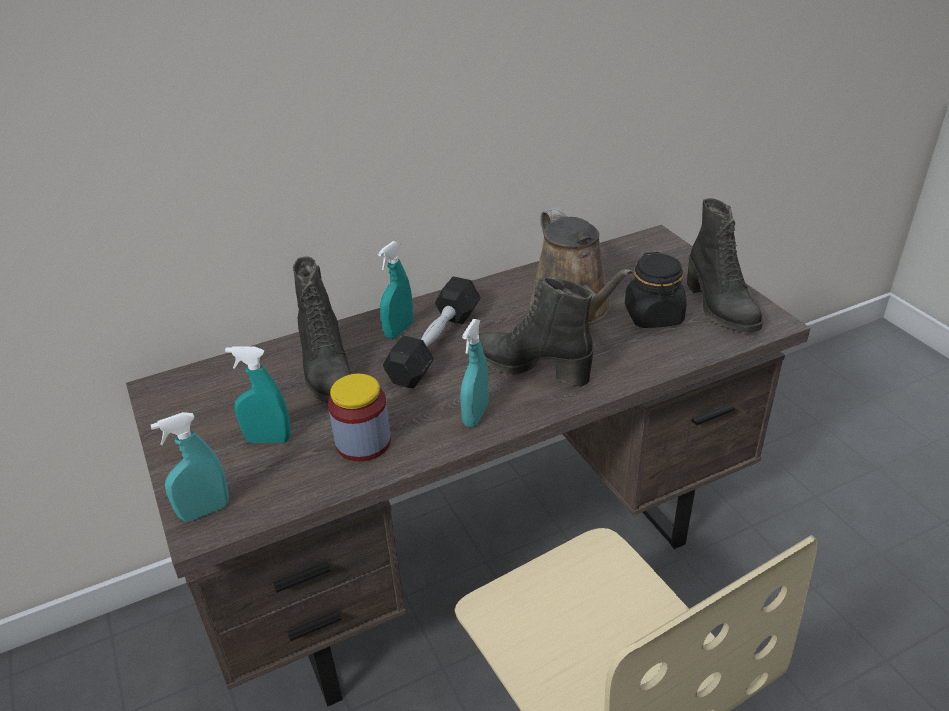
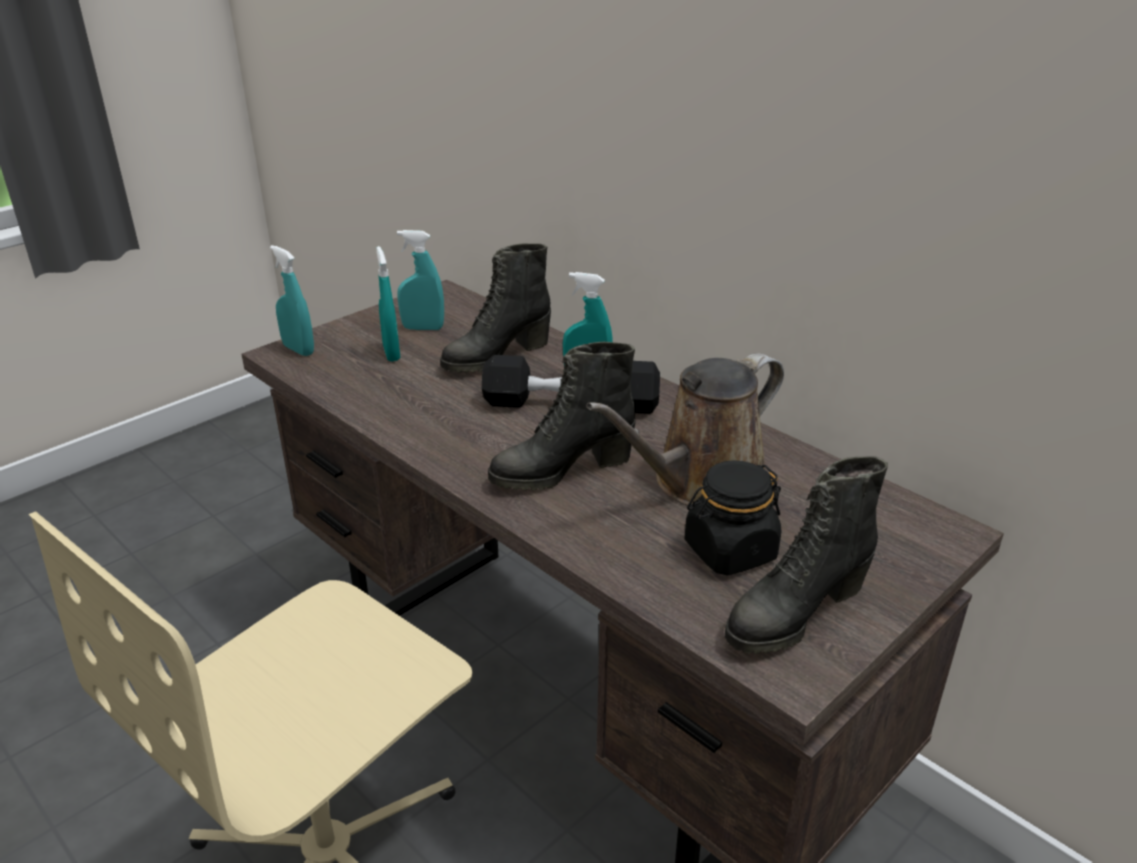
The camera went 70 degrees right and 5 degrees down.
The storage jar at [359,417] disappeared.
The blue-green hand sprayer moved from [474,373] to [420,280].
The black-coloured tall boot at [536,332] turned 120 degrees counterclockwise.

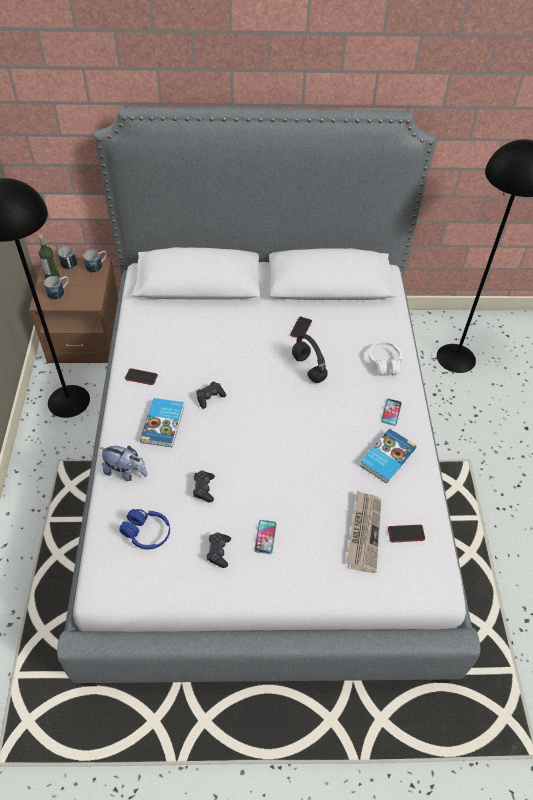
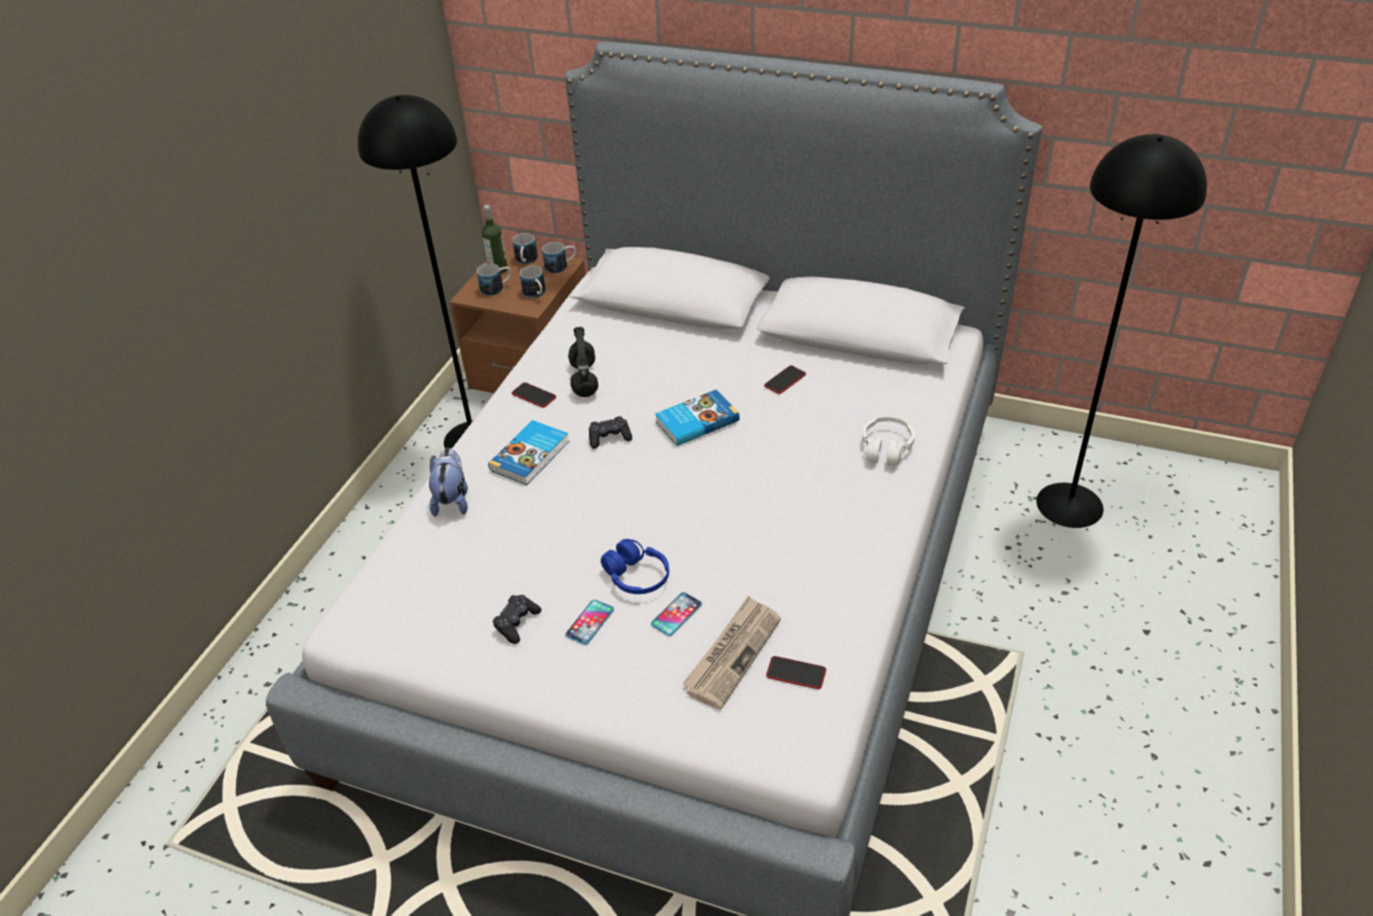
The camera went 25 degrees right and 10 degrees down.
The black-coloured gamepad at [204,486] disappeared.
The coffee mug at [533,282] appeared.
The blue headphones moved from [144,529] to [635,566].
The black-coloured headphones moved from [310,358] to [583,362].
The bound book moved from [387,455] to [697,418].
The phone moved from [391,412] to [676,614].
The soft toy at [123,463] turned 135 degrees counterclockwise.

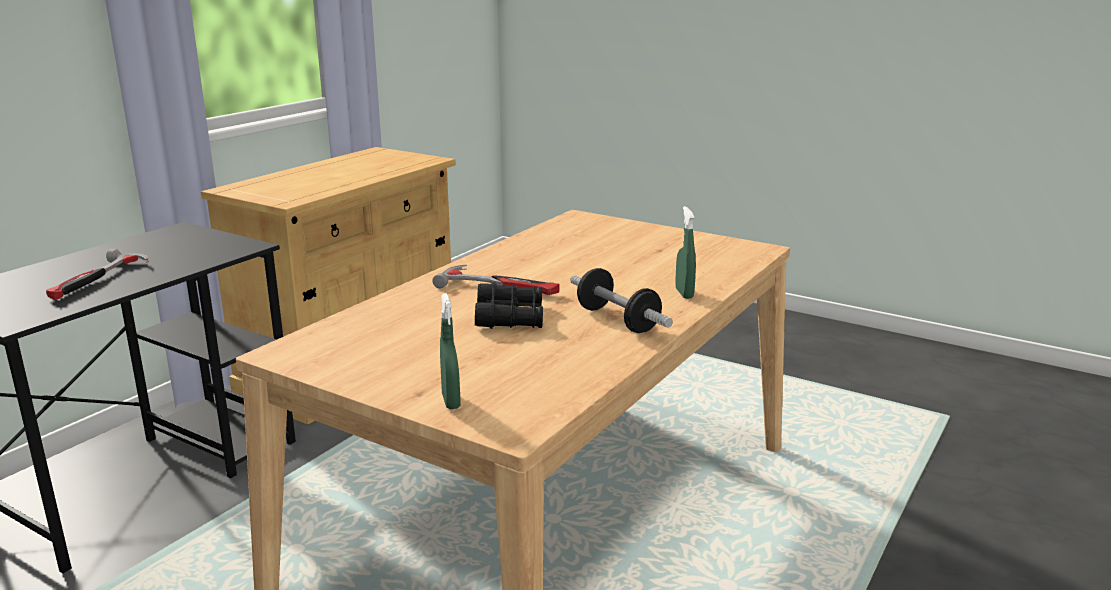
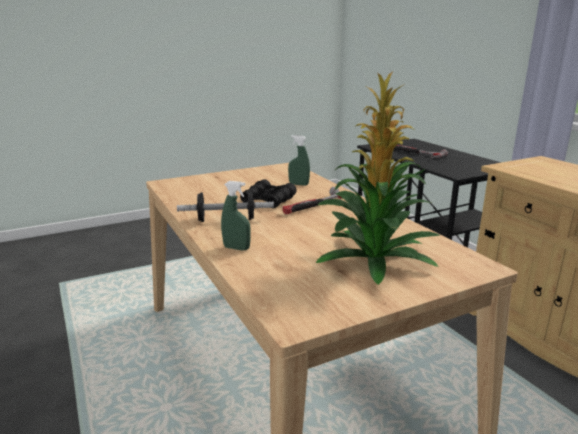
The camera went 120 degrees right and 0 degrees up.
The potted plant at [377,178] appeared.
The green-coloured hand sprayer moved from [450,351] to [299,160].

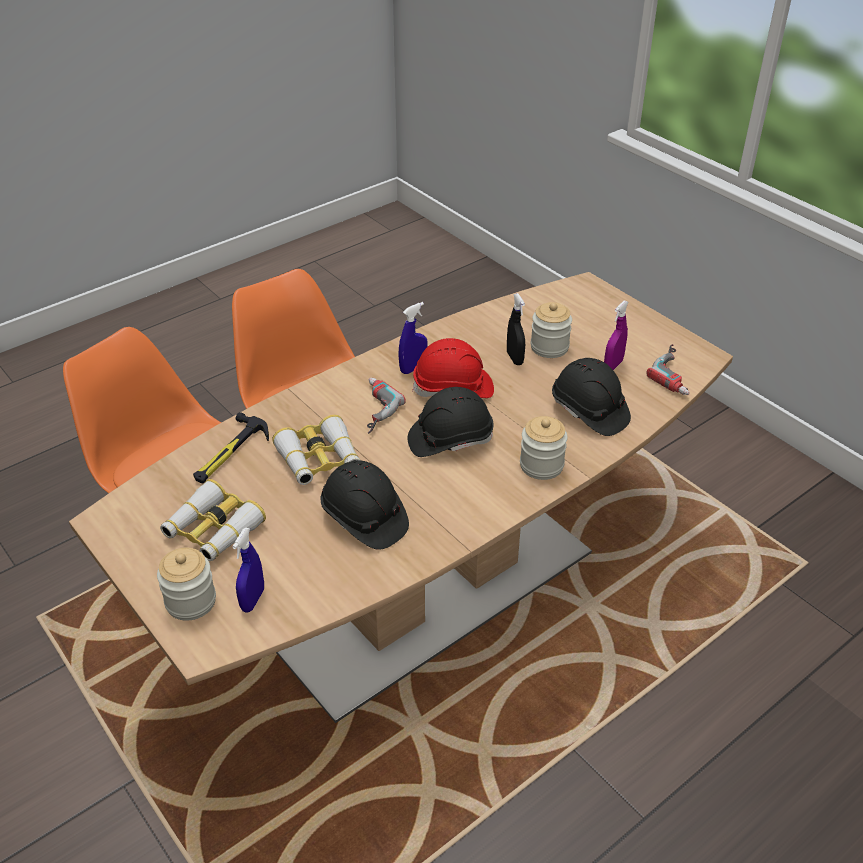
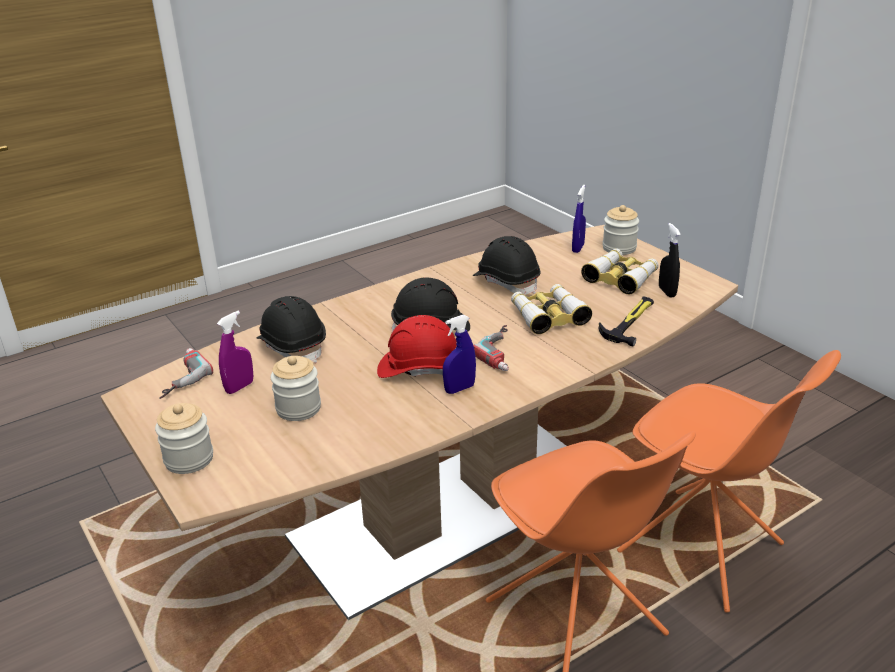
The camera went 175 degrees left and 10 degrees down.
The black-coloured hand sprayer moved from [516,329] to [670,260].
The storage jar moved from [544,448] to [184,438].

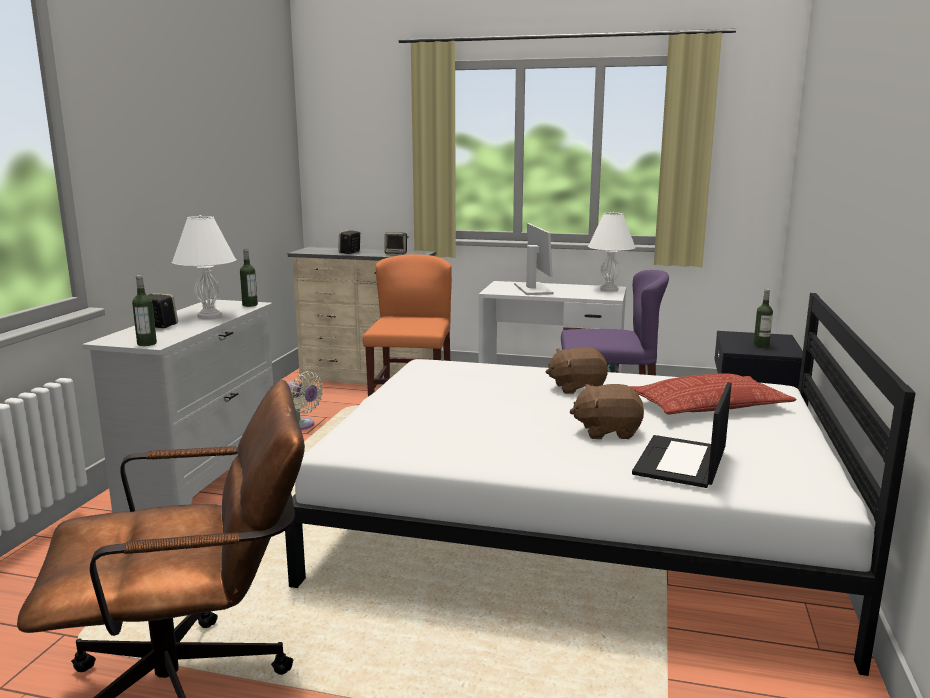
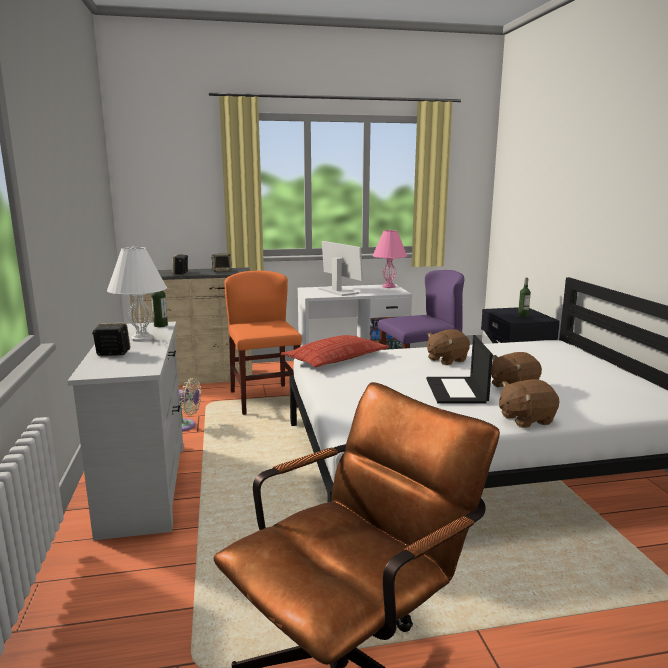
The camera went 25 degrees left and 0 degrees up.
The drink bottle at [144,310] disappeared.
The brownish soft toy at [529,403] appeared.
The throw pillow moved from [713,393] to [335,351].
The portable computer moved from [682,435] to [459,369].
The whitish tabletop lamp at [612,251] became the pink tabletop lamp at [389,259].

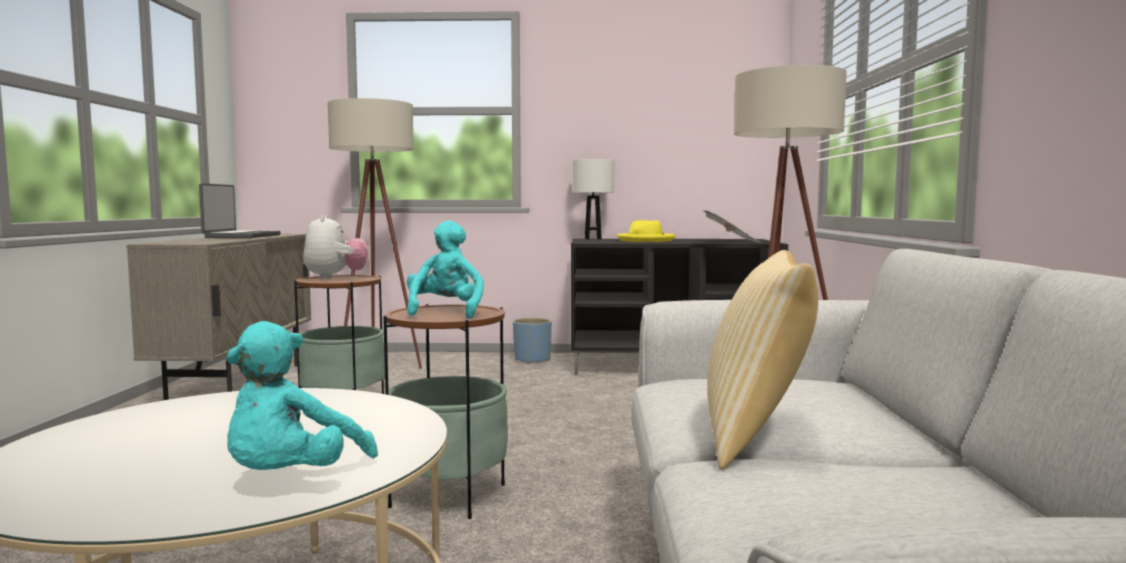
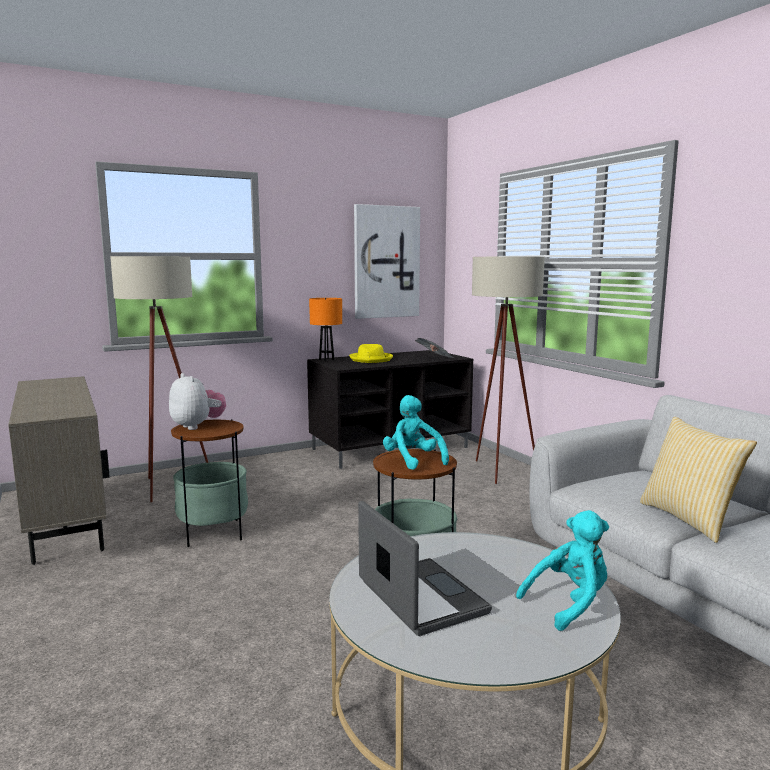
The camera went 30 degrees left and 5 degrees up.
The blue planter at [532,341] disappeared.
The wall picture at [387,261] appeared.
The portable computer moved from [240,210] to [425,568].
The whitish tabletop lamp at [593,199] became the orange-coloured tabletop lamp at [325,329].
The blue-green soft toy at [302,395] turned 105 degrees counterclockwise.

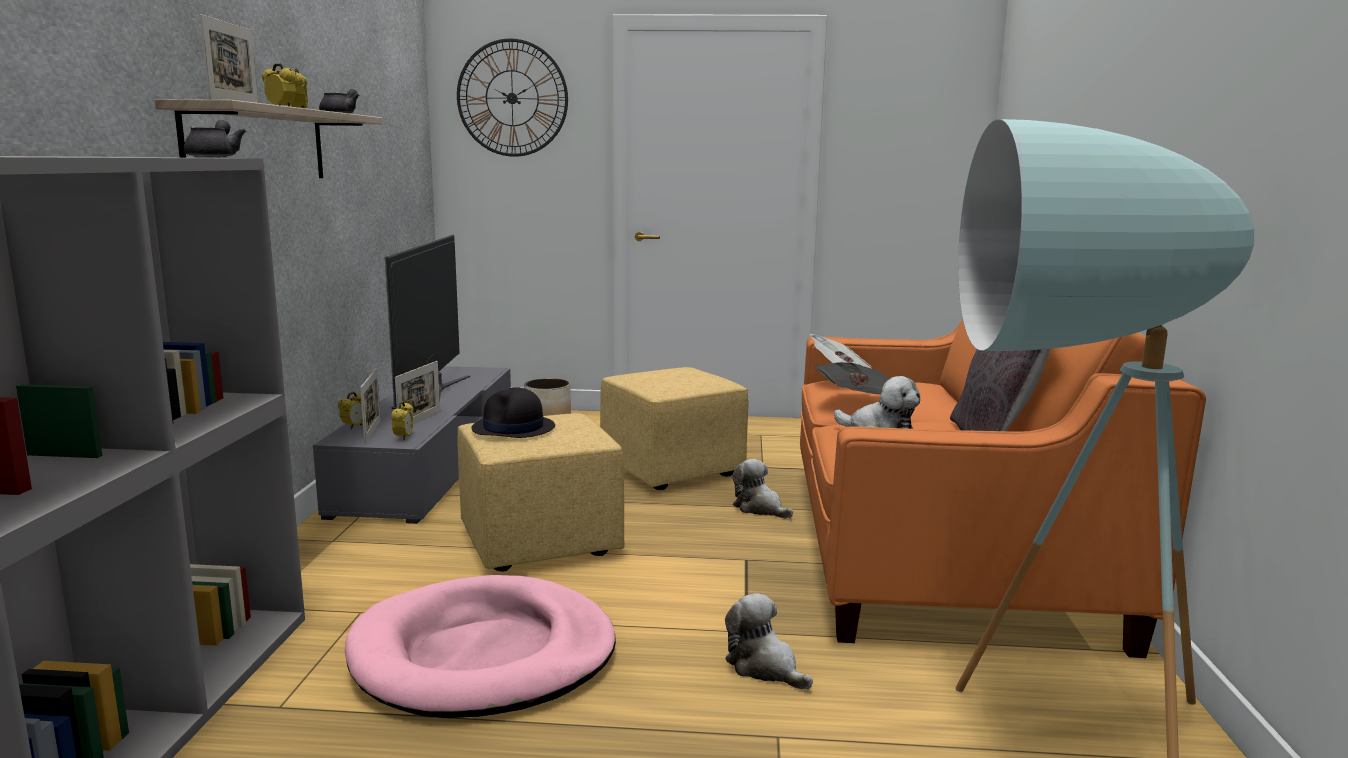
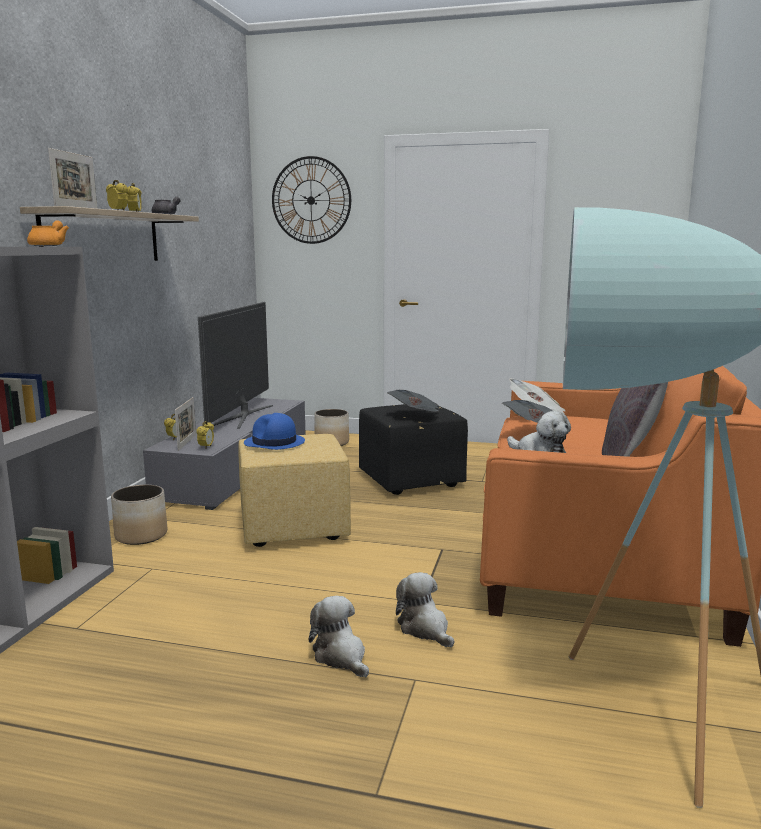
The camera went 10 degrees right and 0 degrees up.
The pink pet bed at [480,646] disappeared.
The photo frame at [417,393] disappeared.
The planter at [139,515] appeared.
The newspaper at [412,400] appeared.
The soft toy moved from [762,488] to [339,636].
The grey teapot at [215,138] became the orange-coloured teapot at [48,233].
The black-coloured hat at [513,412] became the blue hat at [274,431].
The yellowish pouffe at [674,428] became the black-coloured pouffe at [413,449].

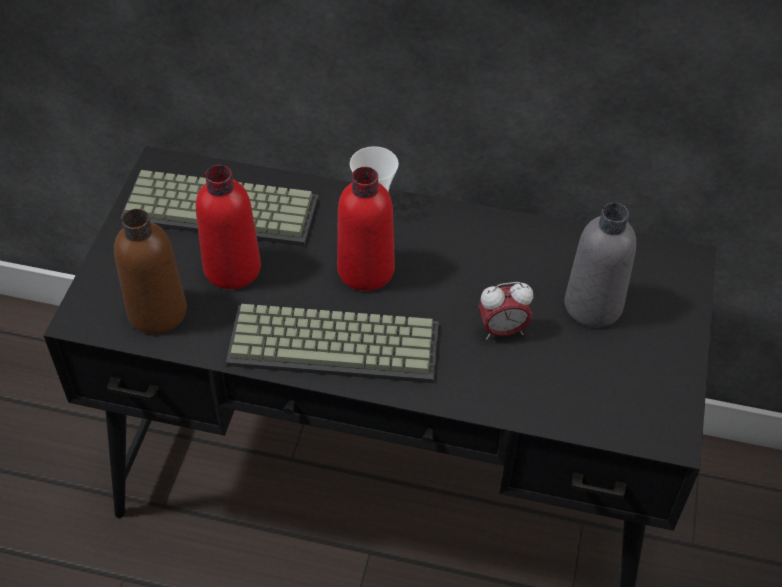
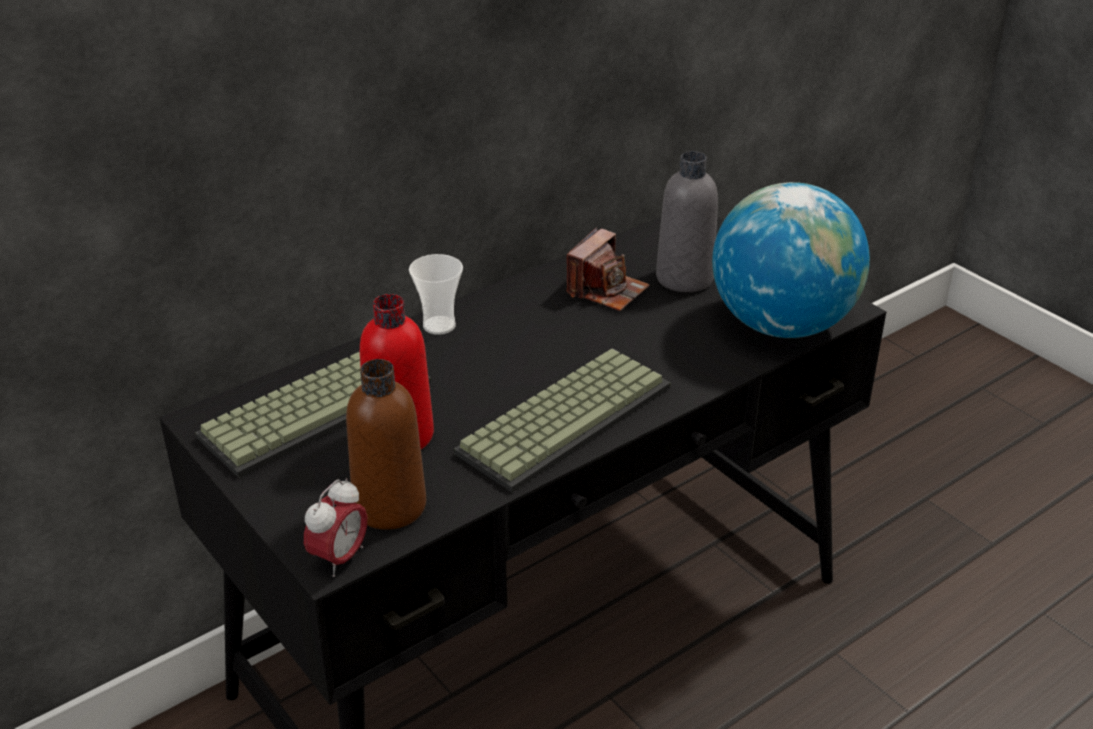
The camera went 50 degrees left and 15 degrees down.
The red-coloured drink bottle at [366,229] disappeared.
The photo camera at [608,269] appeared.
The globe at [791,260] appeared.
The alarm clock moved from [505,311] to [335,527].

